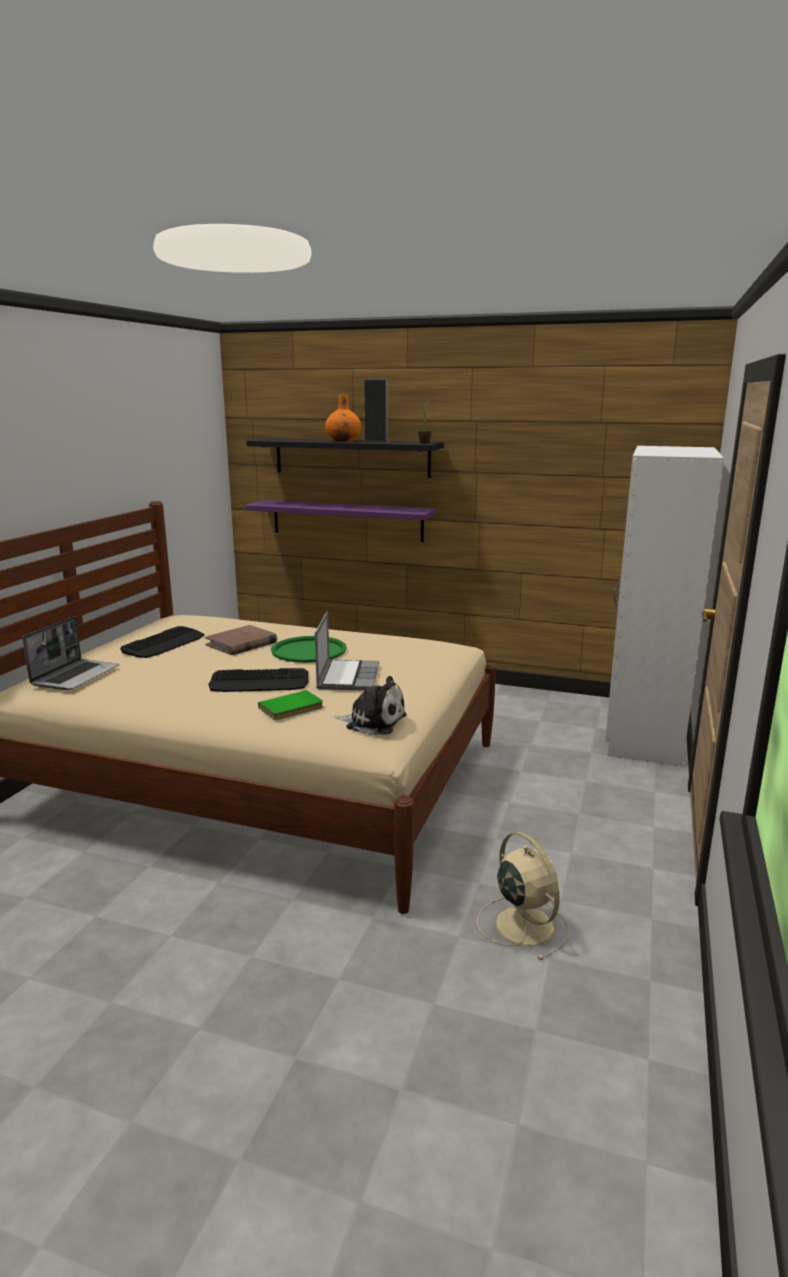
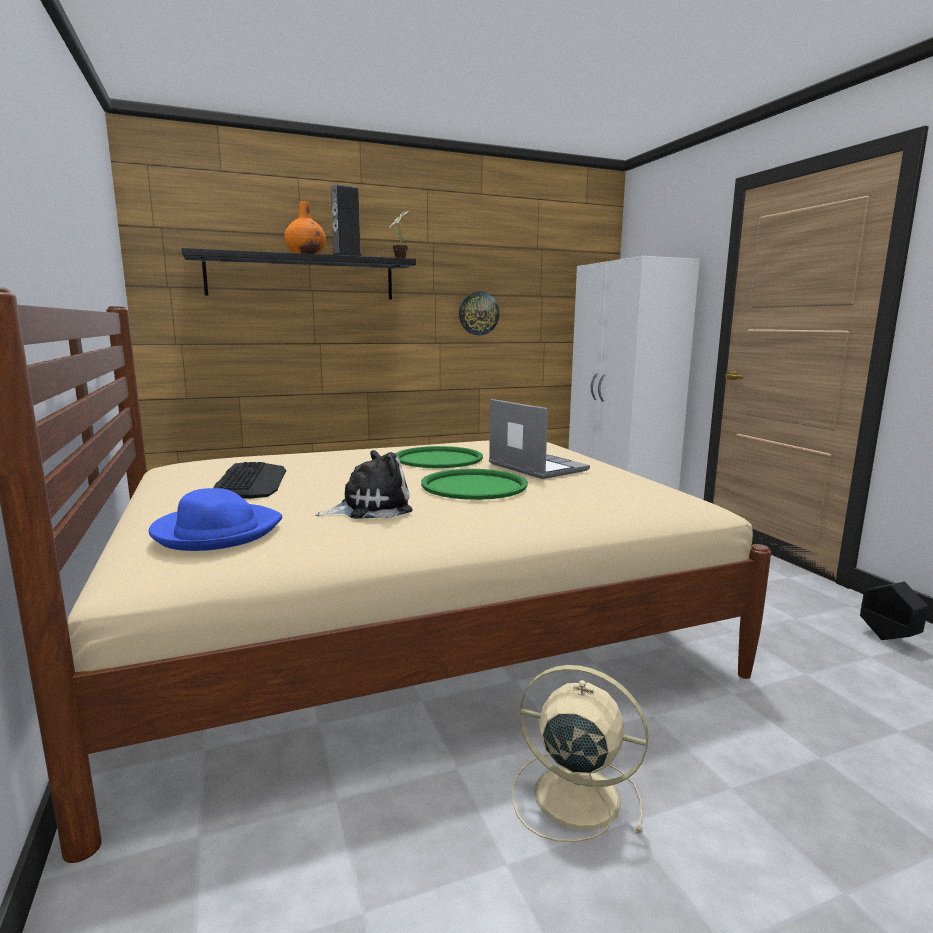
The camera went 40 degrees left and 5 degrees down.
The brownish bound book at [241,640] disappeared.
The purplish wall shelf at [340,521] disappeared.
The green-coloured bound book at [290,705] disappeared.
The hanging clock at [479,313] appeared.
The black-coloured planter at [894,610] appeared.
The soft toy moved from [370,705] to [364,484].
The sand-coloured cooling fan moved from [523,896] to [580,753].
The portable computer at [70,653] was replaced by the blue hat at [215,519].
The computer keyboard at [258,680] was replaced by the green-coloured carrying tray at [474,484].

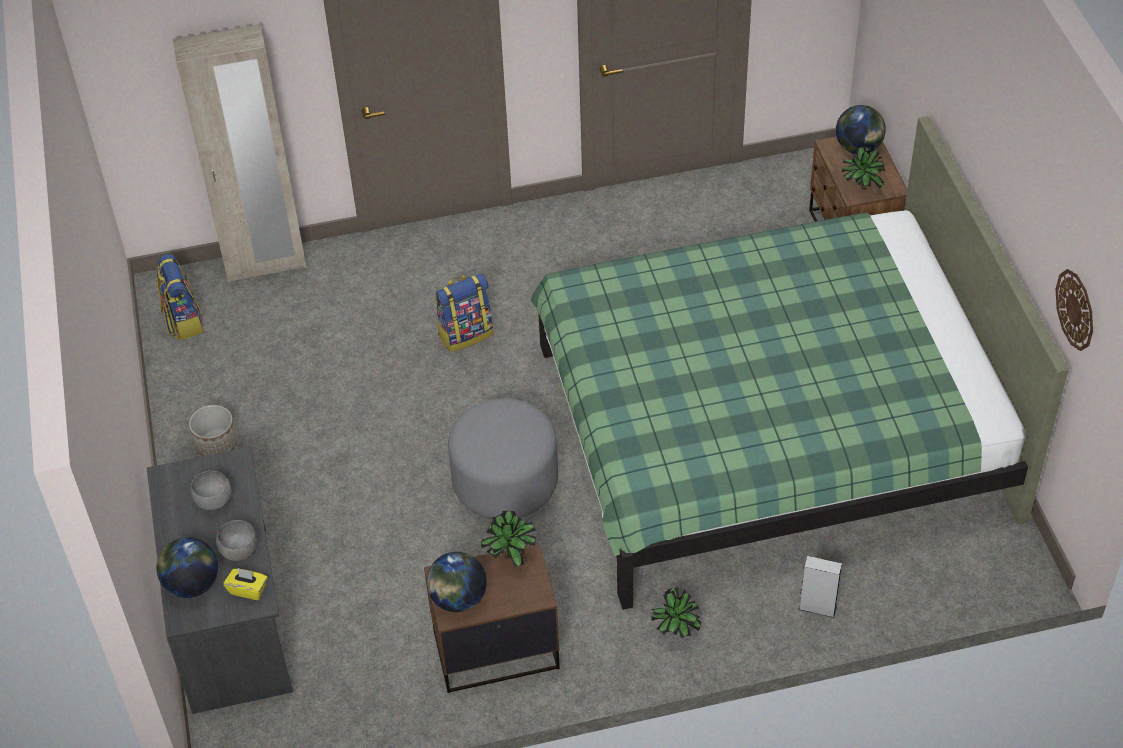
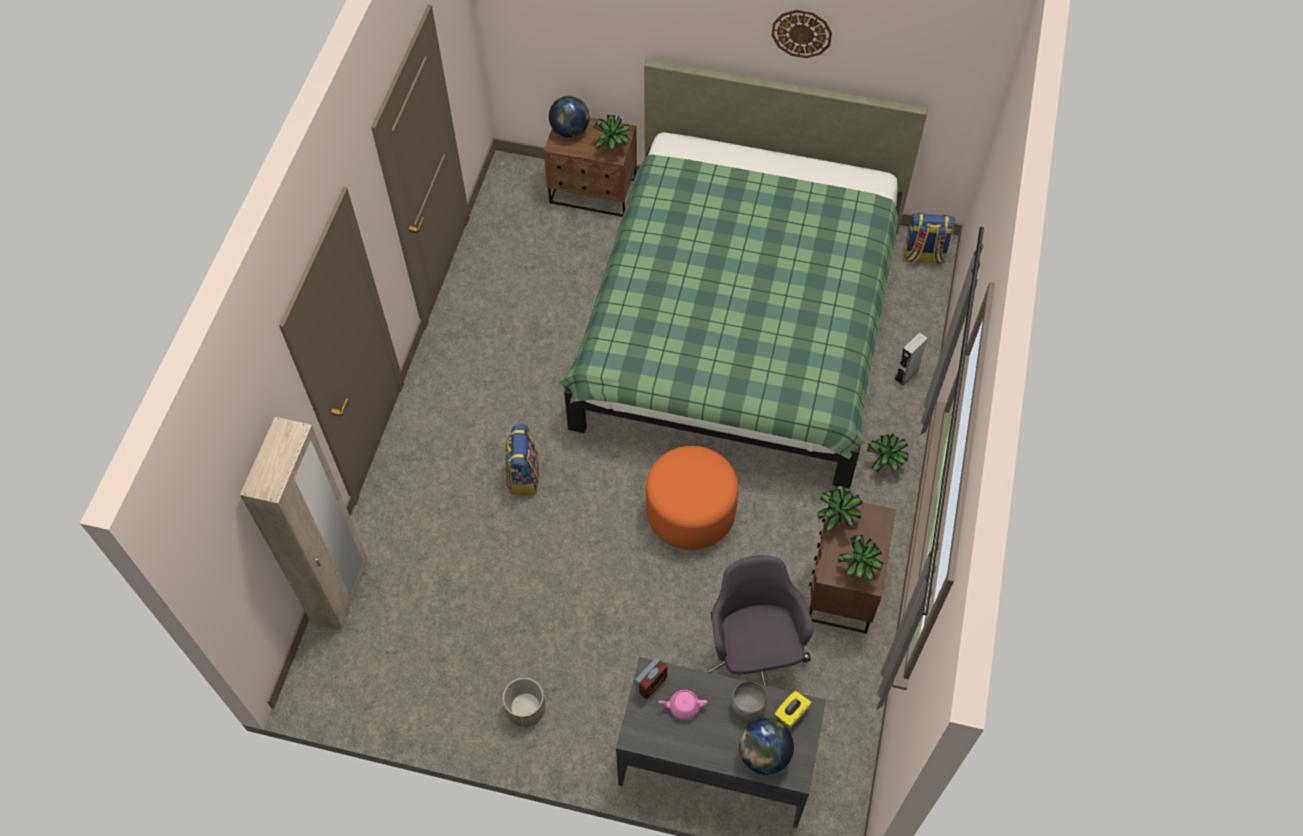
The camera went 65 degrees left and 10 degrees up.
The alarm clock at [651,678] appeared.
The grey desk chair at [761,620] appeared.
The knapsack moved from [180,297] to [929,239].
The hanging clock moved from [1074,310] to [802,34].
The grey serving bowl at [211,490] was replaced by the pink teapot at [683,705].
The globe at [456,582] was replaced by the potted plant at [861,558].
The grey pouffe at [503,458] became the orange-coloured pouffe at [692,498].

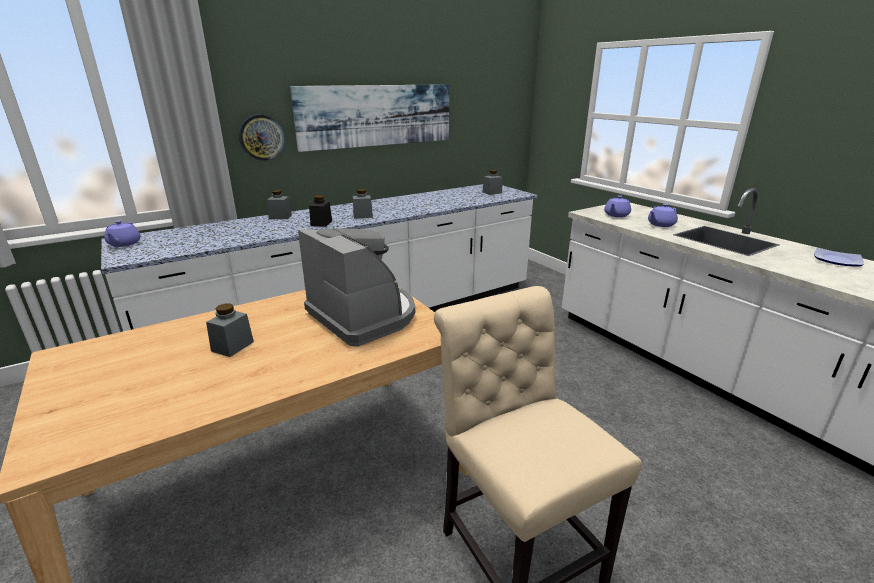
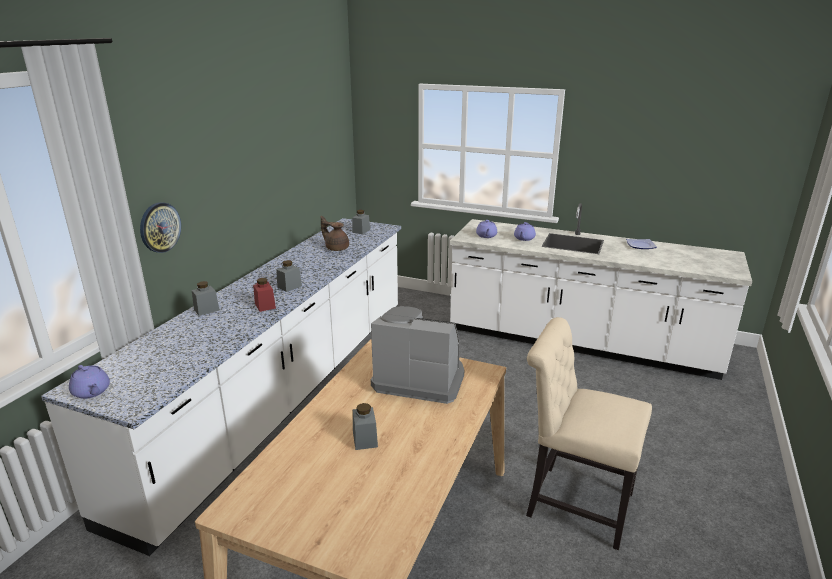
The camera went 35 degrees left and 0 degrees up.
The wall picture at [369,118] disappeared.
The brownish teapot at [335,233] appeared.
The black-coloured storage jar at [320,211] became the red-coloured storage jar at [264,295].

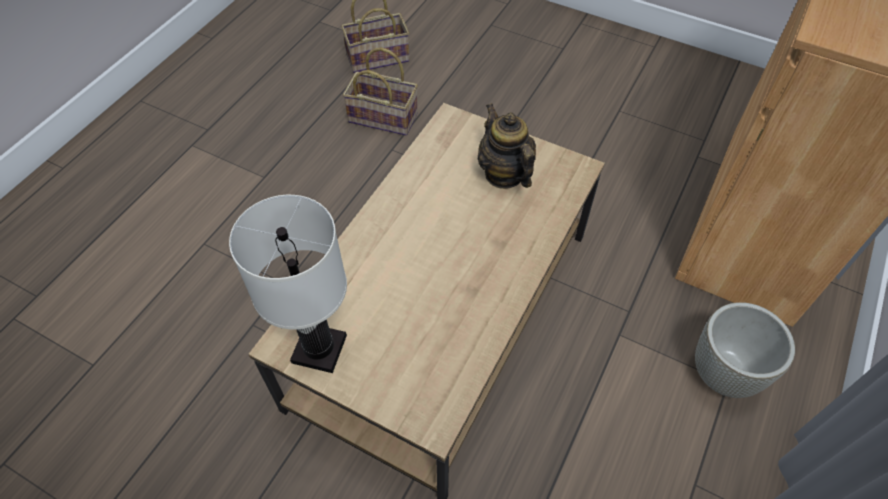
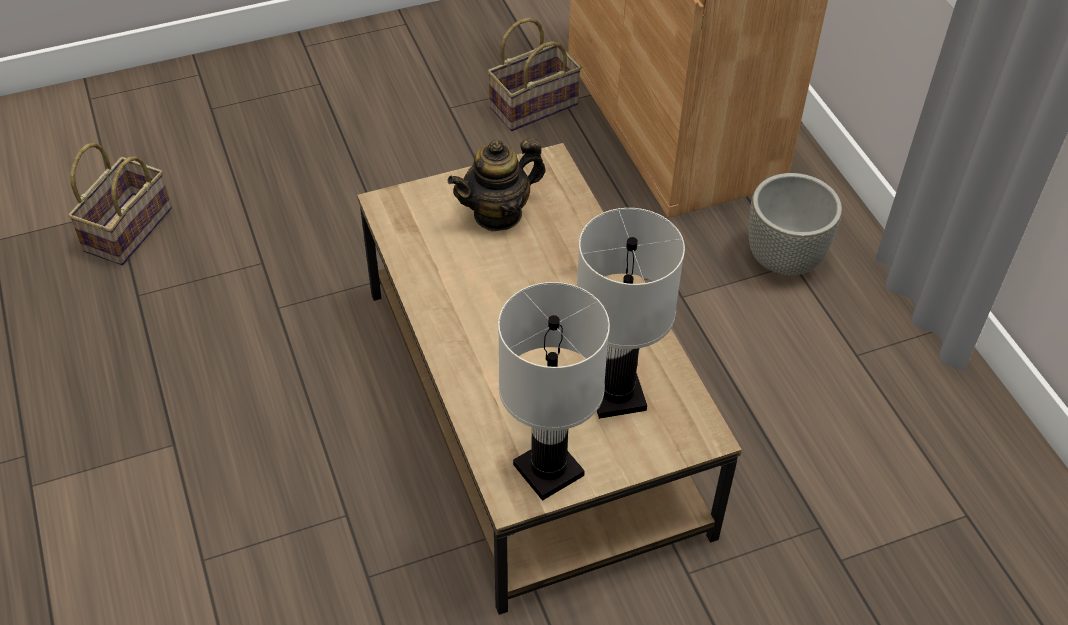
The camera went 50 degrees left and 5 degrees down.
The whitish tabletop lamp at [631,313] appeared.
The storage basket moved from [380,91] to [534,74].
The teapot at [507,146] turned 45 degrees counterclockwise.

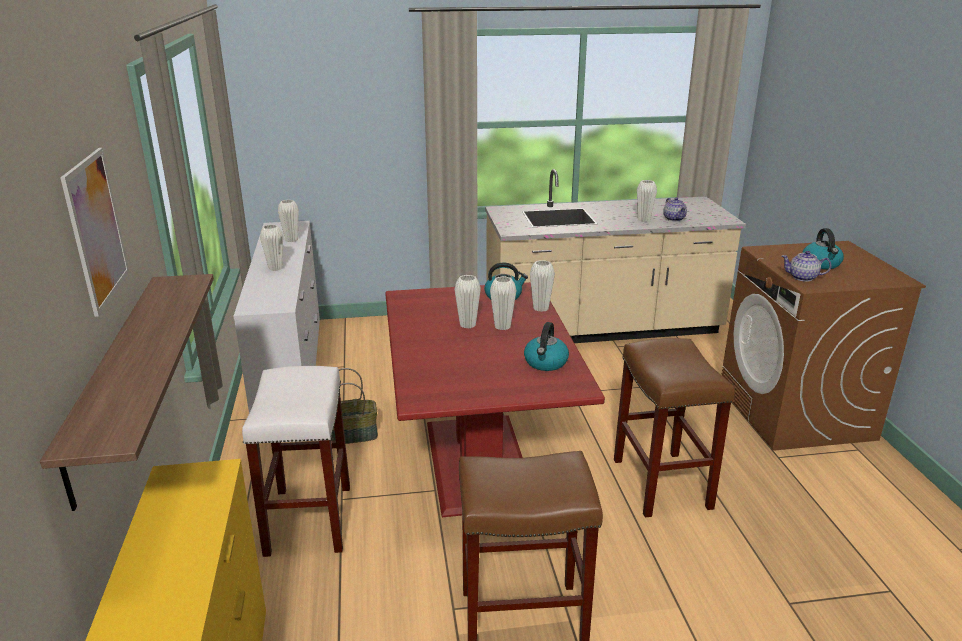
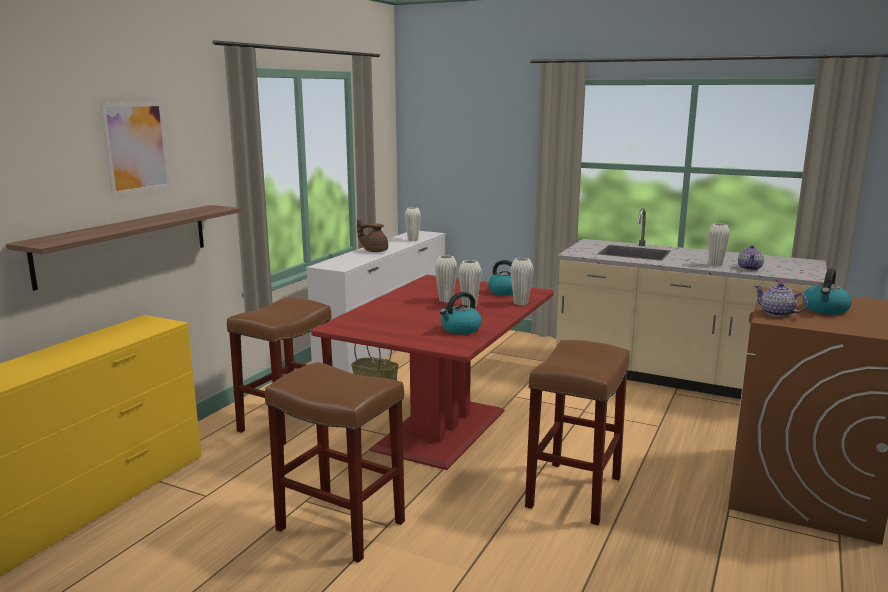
The camera went 35 degrees right and 10 degrees down.
The whitish vase at [271,247] was replaced by the brownish teapot at [372,235].
The whitish stool seat at [296,461] became the brownish stool seat at [279,371].

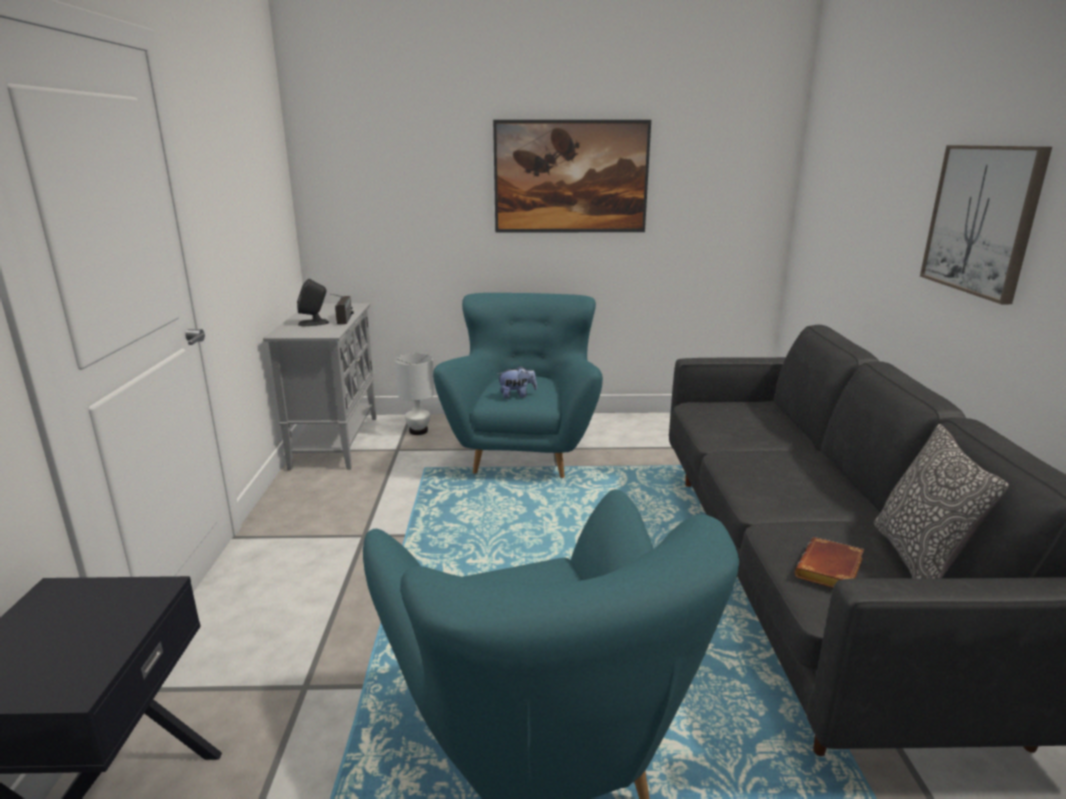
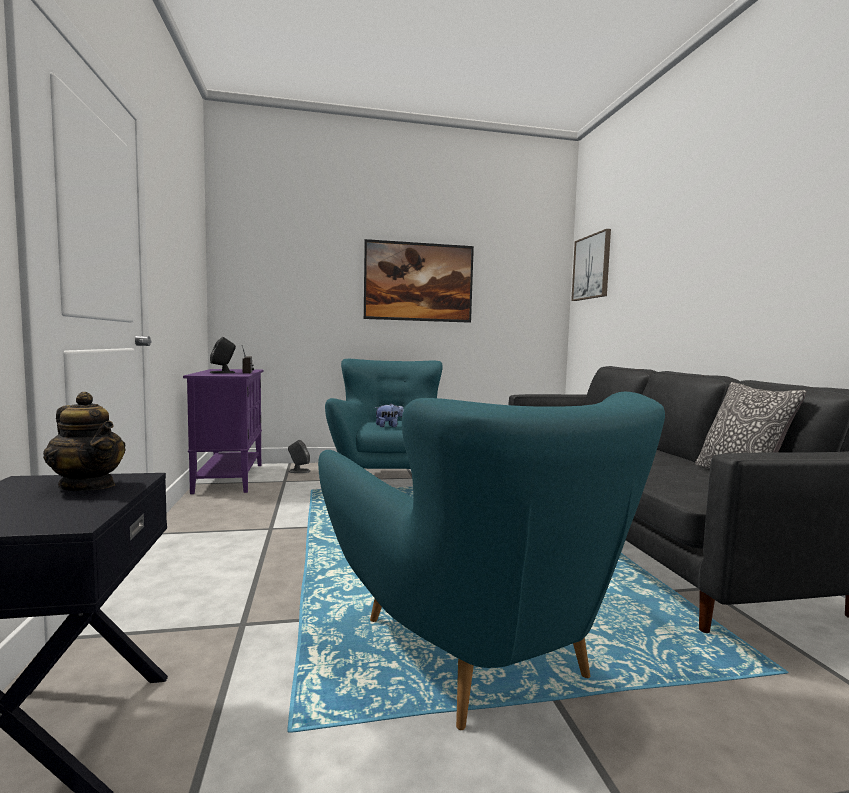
The camera went 10 degrees left and 15 degrees down.
The brownish bound book at [829,562] disappeared.
The teapot at [84,441] appeared.
The wall picture moved from [986,224] to [591,265].
The whitish tabletop lamp at [415,394] was replaced by the grey loudspeaker at [299,456].
The grey cupboard at [320,386] became the purplish cupboard at [223,431].

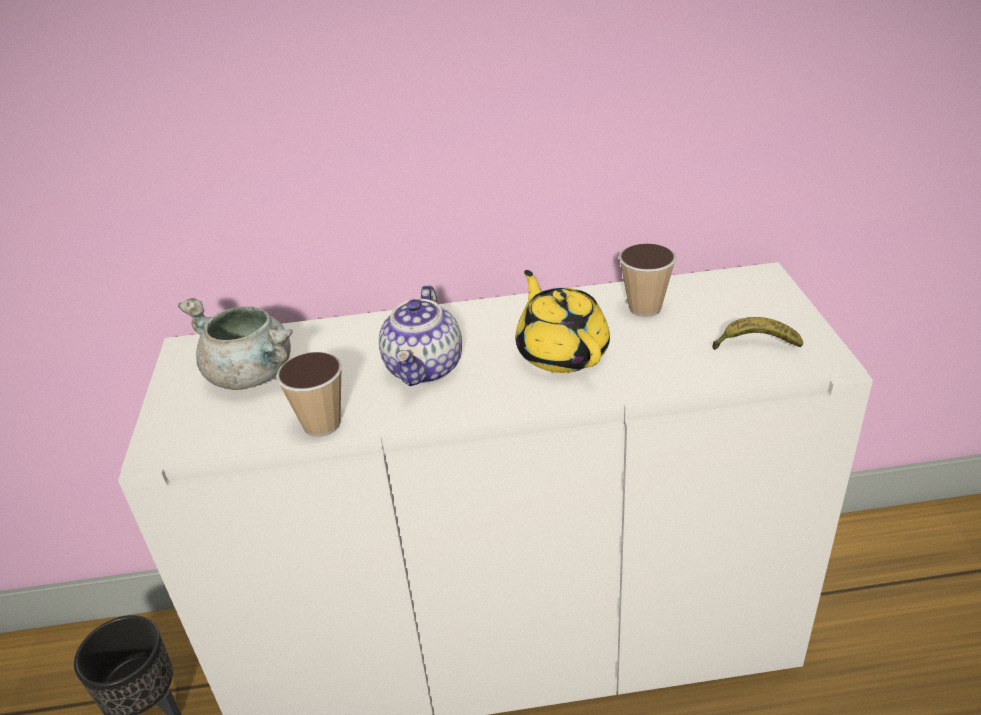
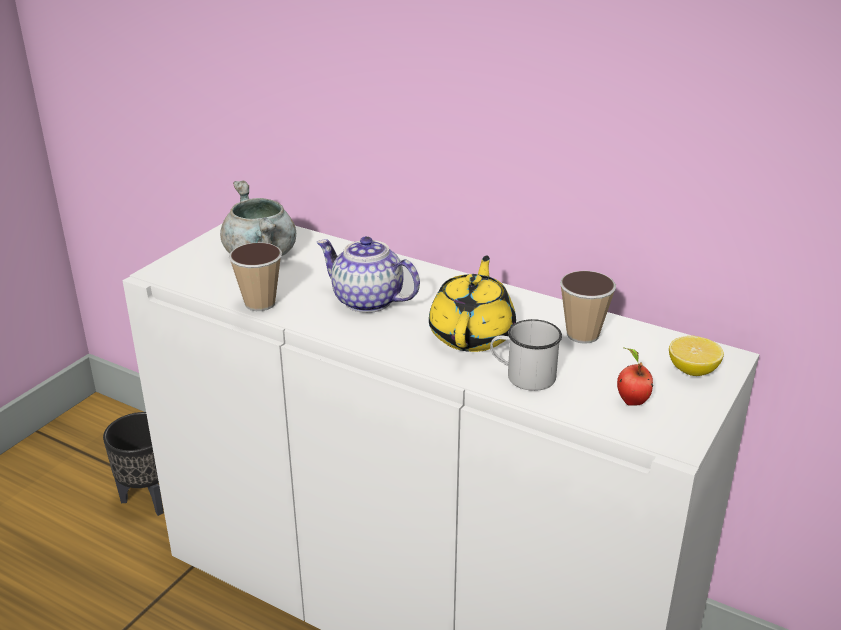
The camera went 35 degrees right and 5 degrees down.
The whitish coffee mug at [526,355] appeared.
The citrus fruit at [696,356] appeared.
The banana at [757,333] was replaced by the whole apple at [635,376].
The teapot at [420,335] turned 75 degrees clockwise.

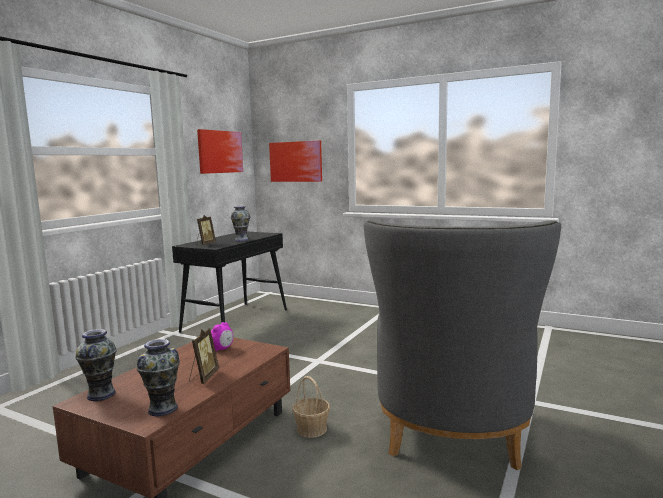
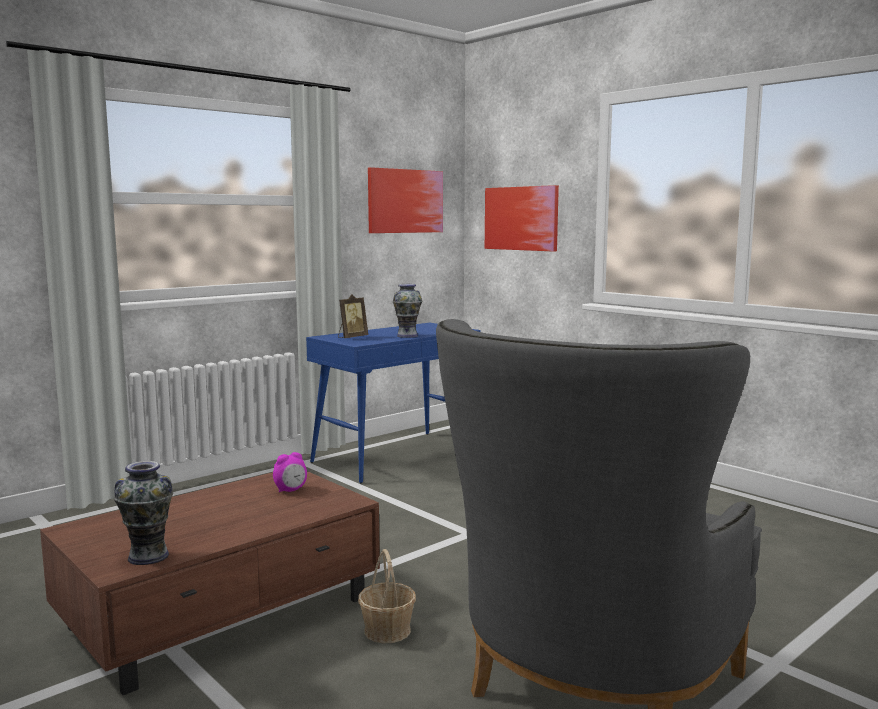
The camera went 20 degrees right and 0 degrees up.
The vase at [96,365] disappeared.
The photo frame at [204,356] disappeared.
The black-coloured narrow table at [229,282] became the blue narrow table at [393,403].

